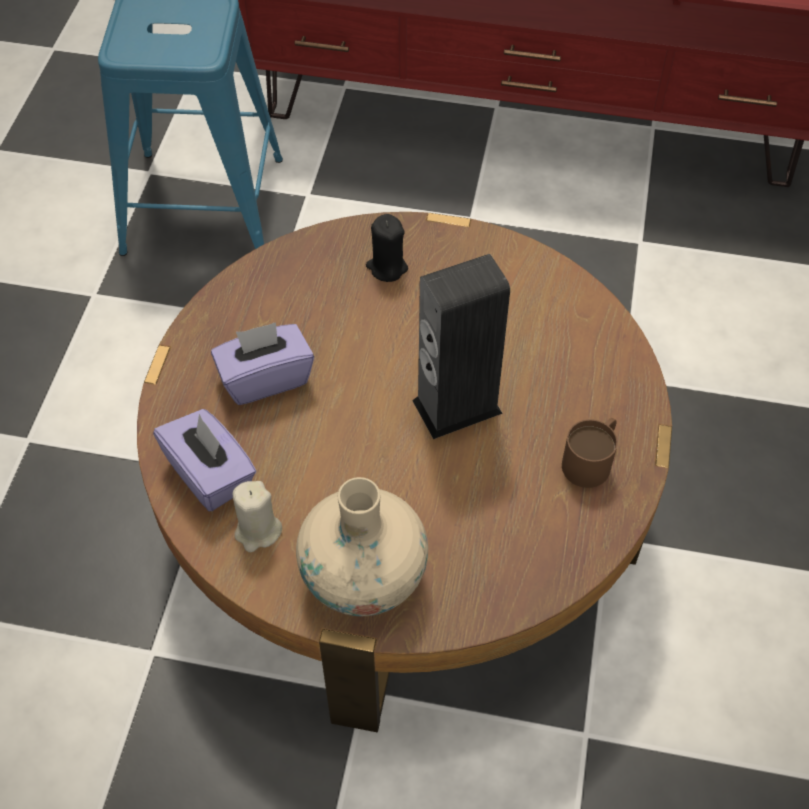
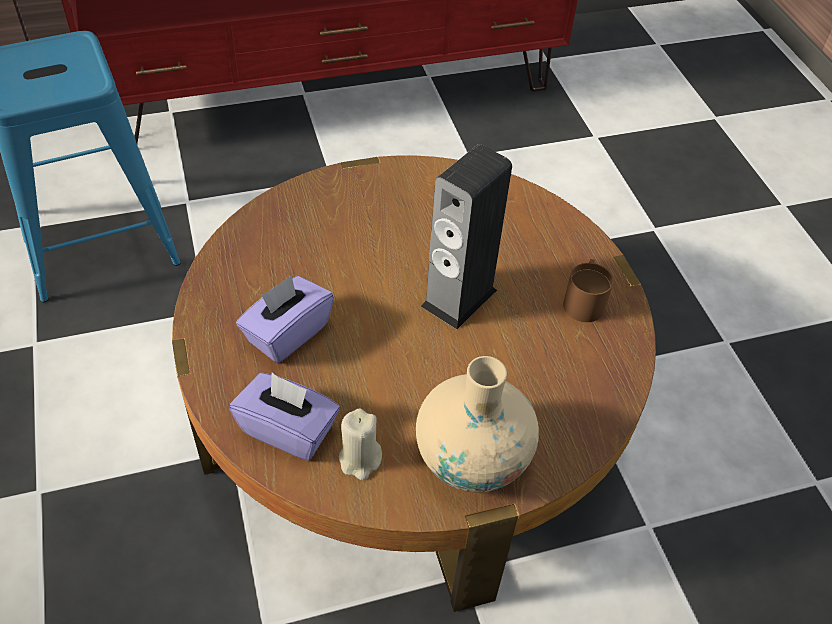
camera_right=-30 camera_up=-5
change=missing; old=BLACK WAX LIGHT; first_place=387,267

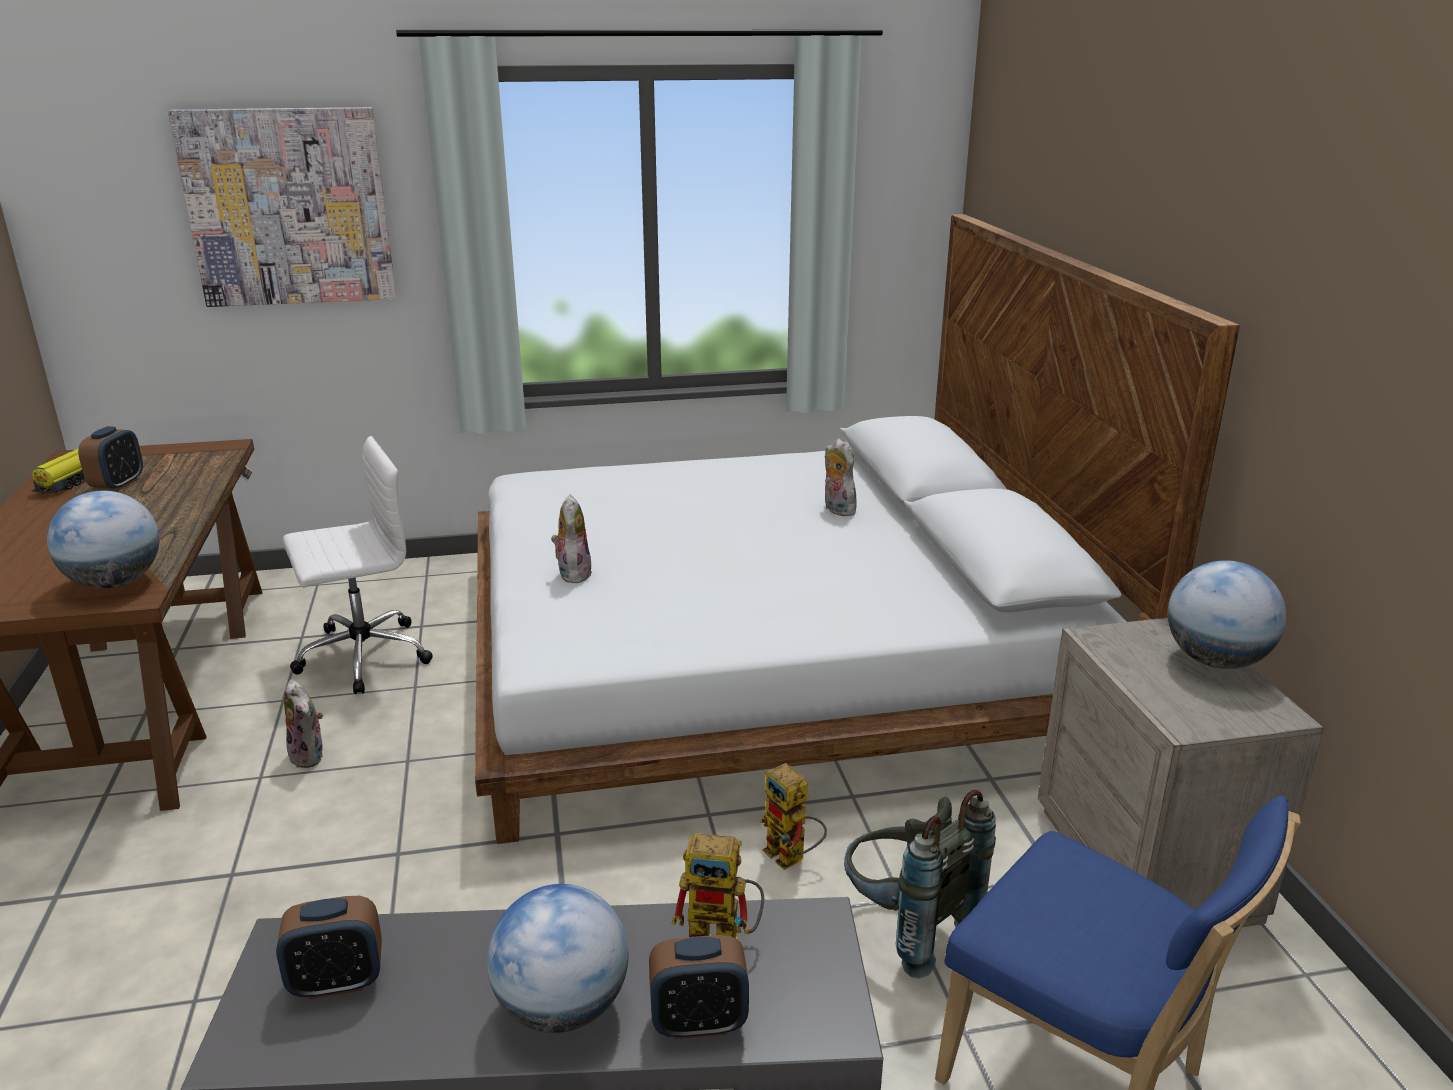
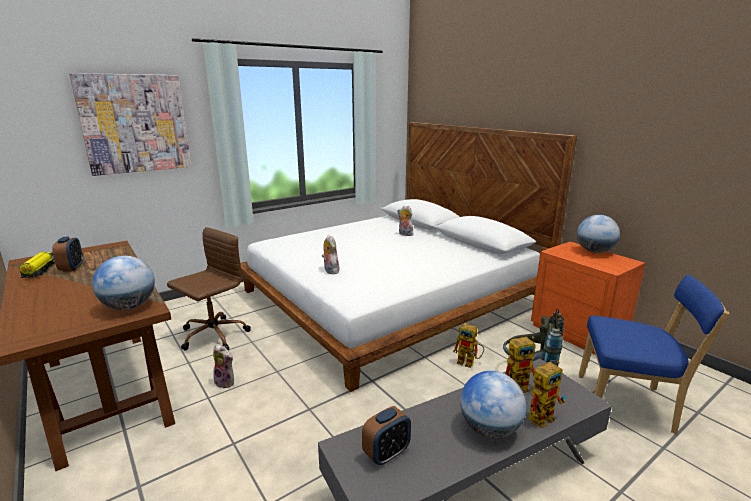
camera_right=-25 camera_up=-5
change=colour; old=WHITE COMPUTER CHAIR; new=BROWN COMPUTER CHAIR; first_place=361,656; second_place=212,335
change=exchanged; old=TABLE CLOCK; new=TOY ROBOT; first_place=699,1022; second_place=543,415
change=colour; old=BEIGE-COLOURED NIGHTSTAND; new=ORANGE-COLOURED NIGHTSTAND; first_place=1148,864; second_place=578,332

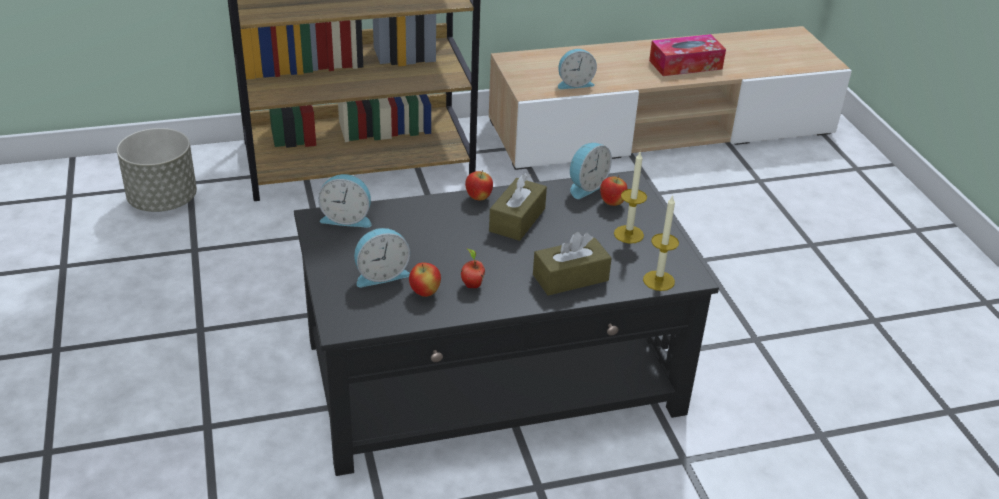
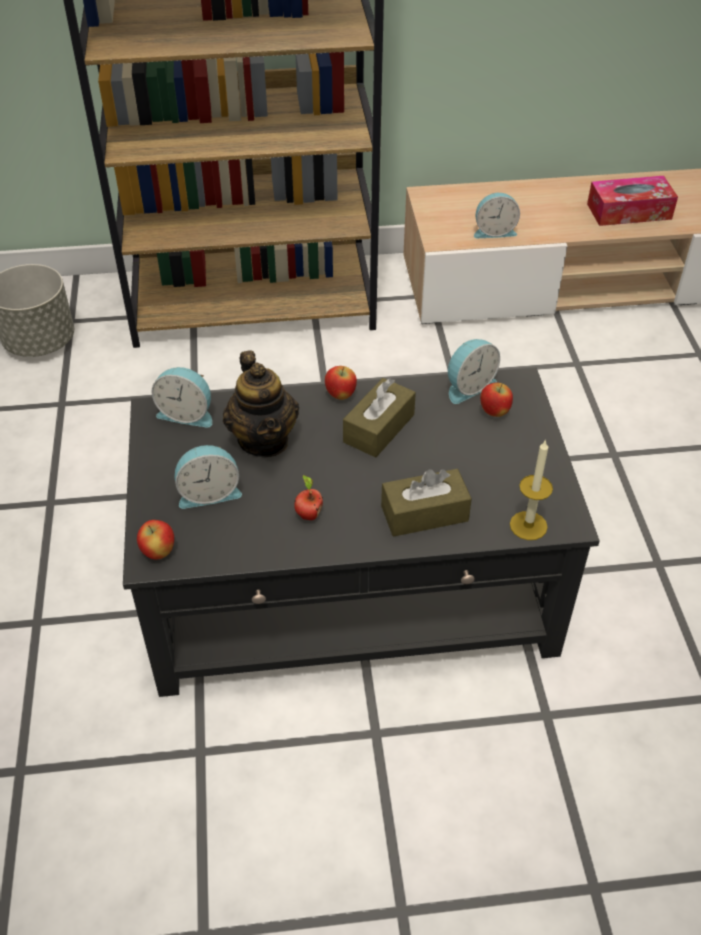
camera_right=10 camera_up=10
change=relocated; old=APPLE FRUIT; first_place=425,292; second_place=158,552
change=appeared; new=TEAPOT; second_place=264,440
change=missing; old=WAX LIGHT; first_place=628,234

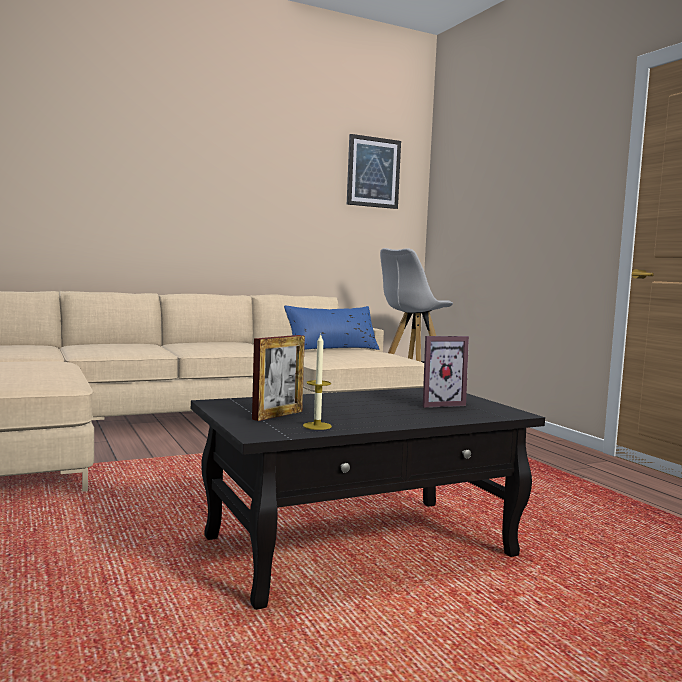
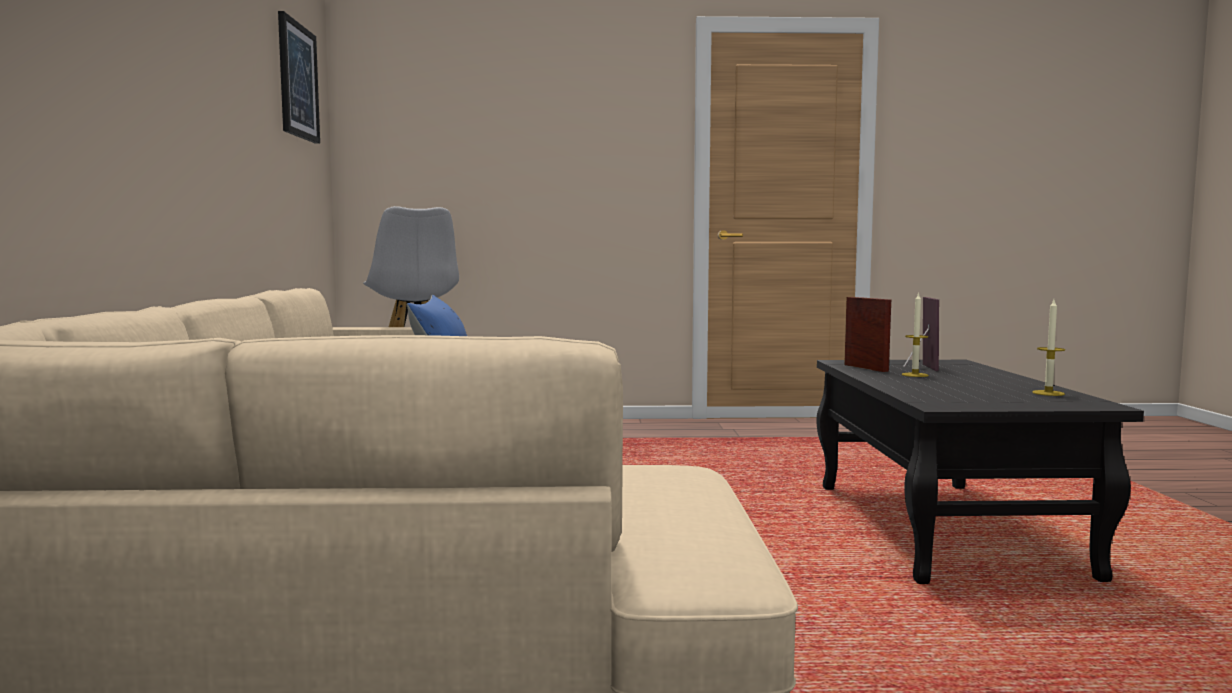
camera_right=-65 camera_up=0
change=relocated; old=STANDING FRAME; first_place=277,415; second_place=866,368
change=appeared; new=WAX LIGHT; second_place=915,375

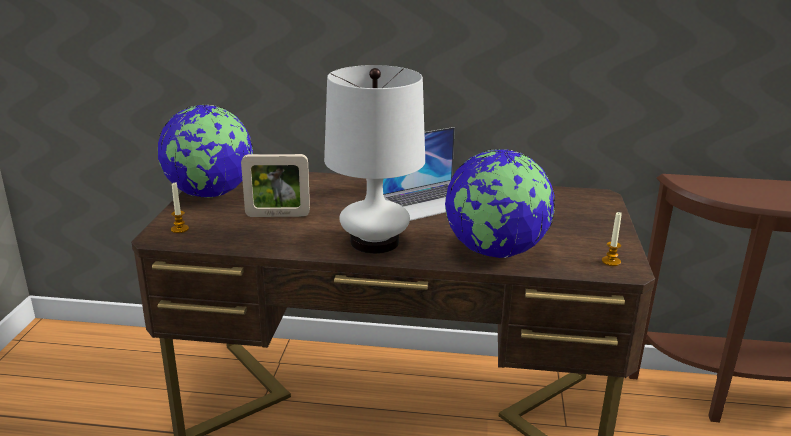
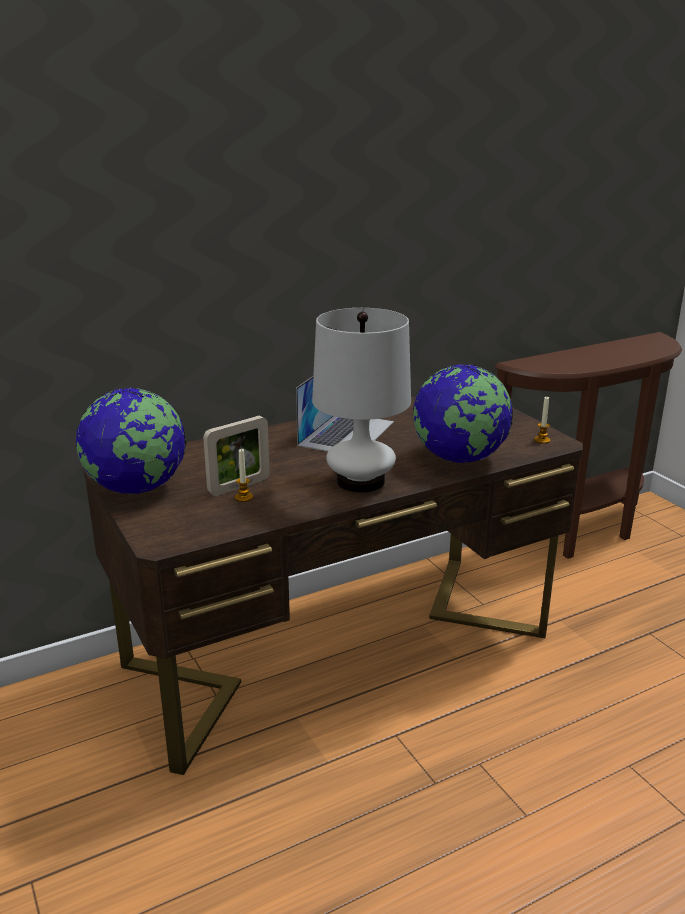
camera_right=-35 camera_up=0
change=relocated; old=WAX LIGHT; first_place=180,229; second_place=244,497

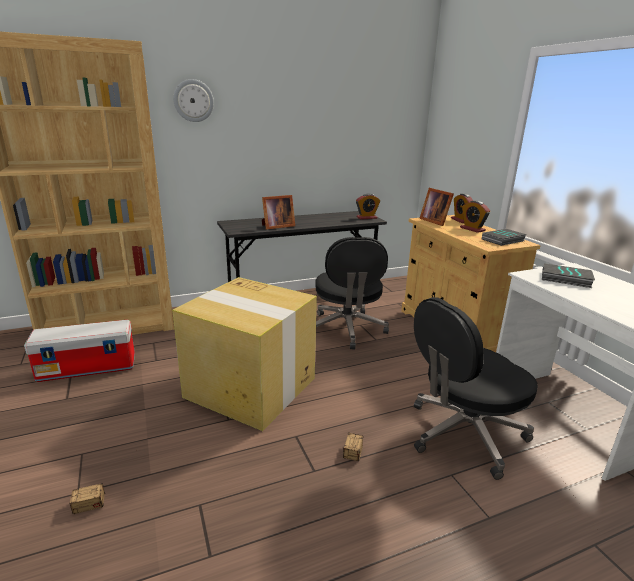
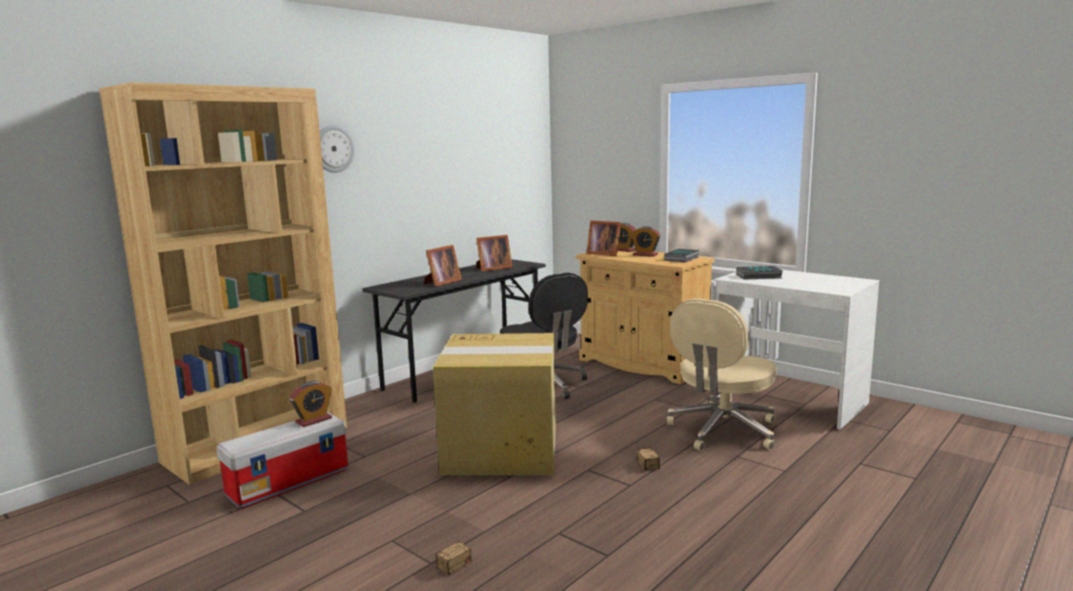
camera_right=-25 camera_up=-10
change=relocated; old=TABLE CLOCK; first_place=367,217; second_place=313,420
change=appeared; new=STANDING FRAME; second_place=492,268
change=colour; old=BLACK COMPUTER CHAIR; new=BEIGE-COLOURED COMPUTER CHAIR; first_place=463,434; second_place=722,431

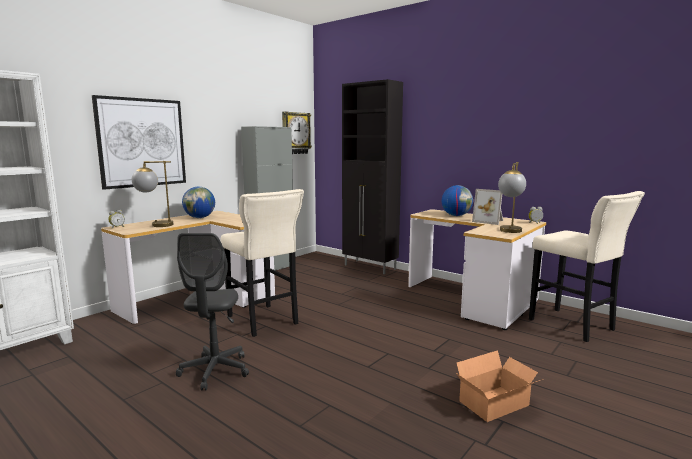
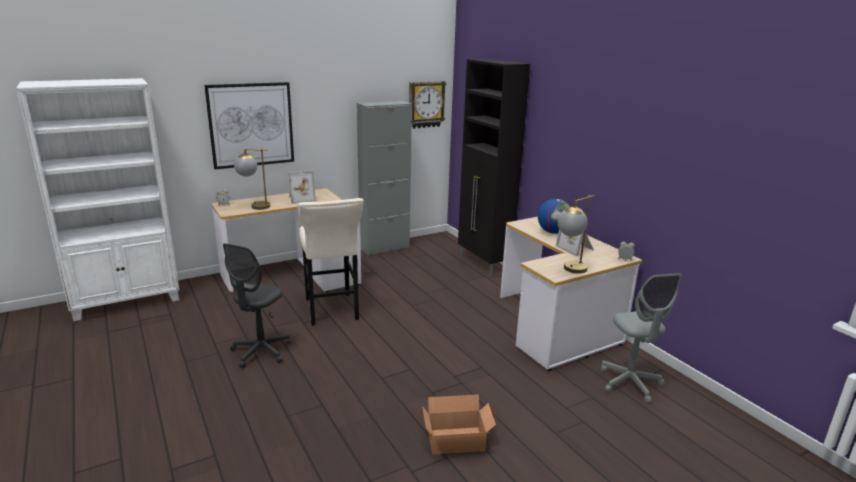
camera_right=20 camera_up=10
change=exchanged; old=GLOBE; new=STANDING FRAME; first_place=200,217; second_place=300,199
change=exchanged; old=BEIGE-COLOURED SITTING STOOL; new=GREYISH COMPUTER CHAIR; first_place=574,326; second_place=630,383

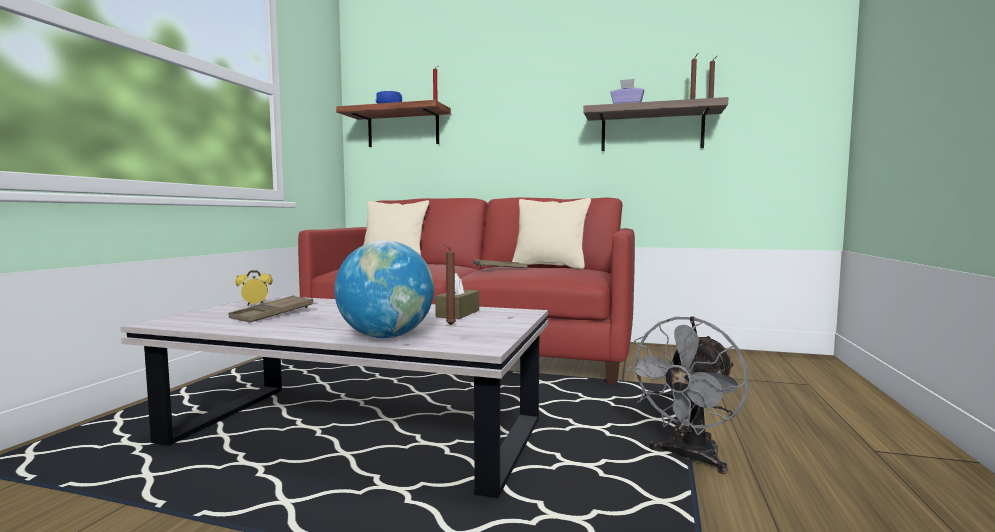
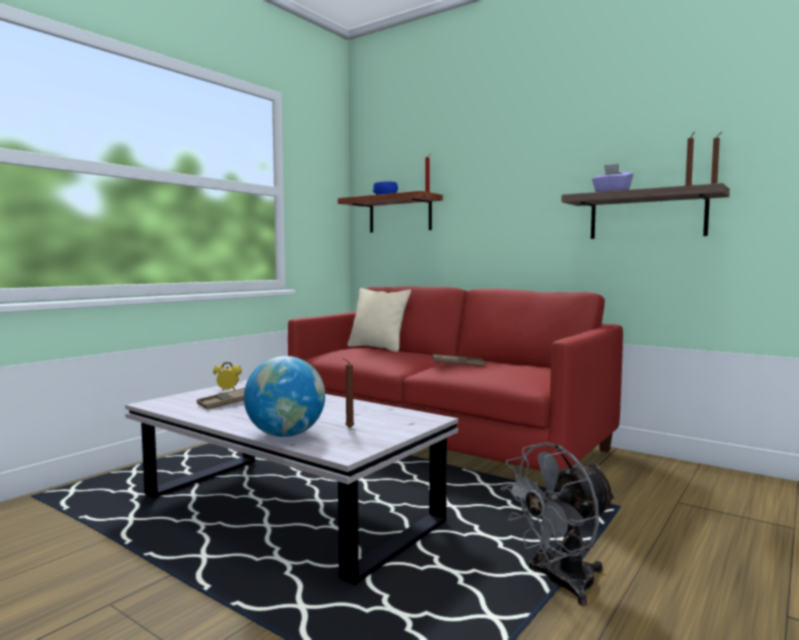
camera_right=20 camera_up=0
change=missing; old=BROWN TISSUE HOLDER; first_place=458,313
change=missing; old=BEIGE-COLOURED THROW PILLOW; first_place=550,266

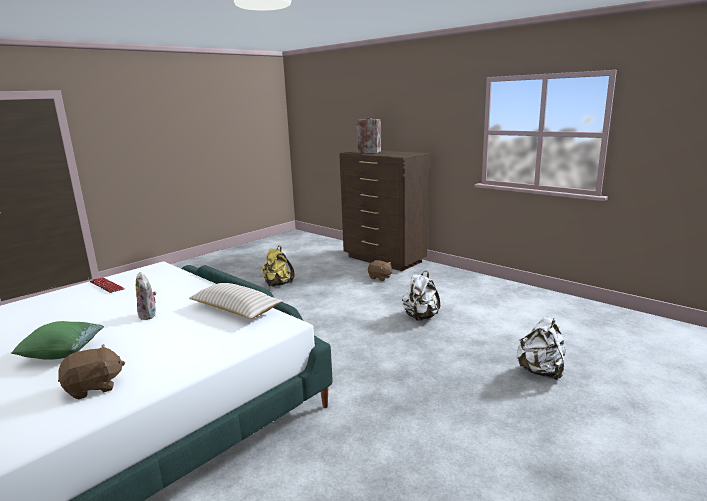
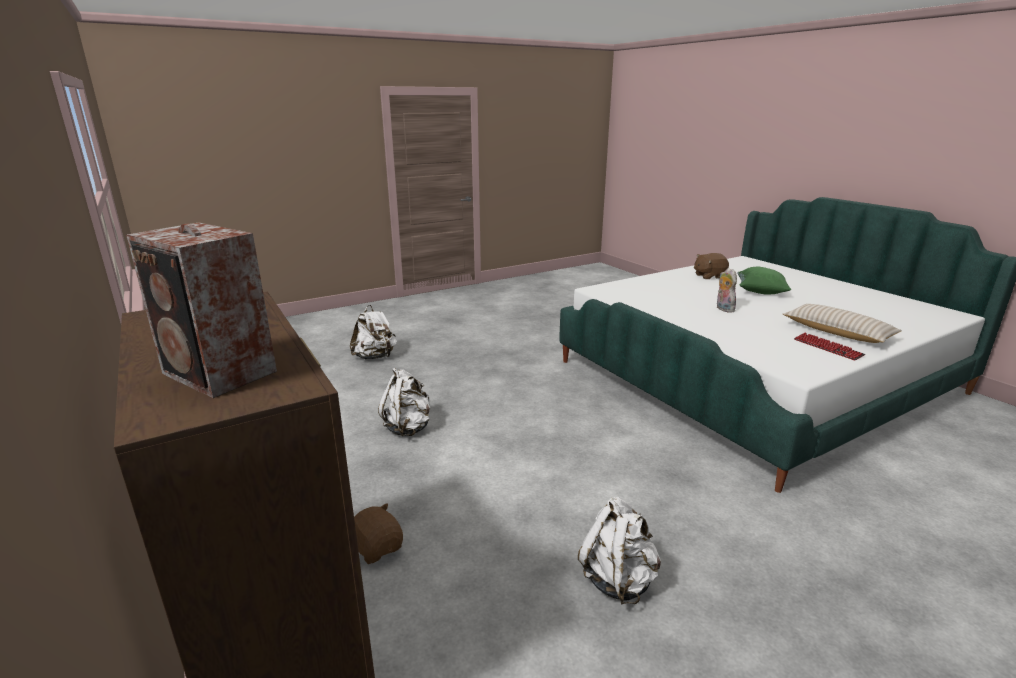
camera_right=-165 camera_up=5
change=colour; old=YELLOW-COLOURED KNAPSACK; new=WHITE KNAPSACK; first_place=278,284; second_place=618,579
change=relocated; old=BEIGE-COLOURED THROW PILLOW; first_place=236,309; second_place=837,332

